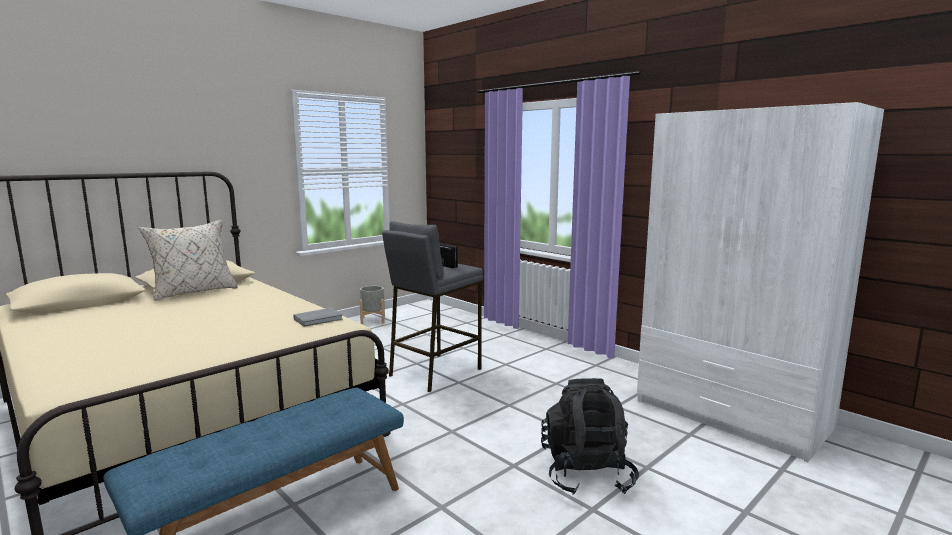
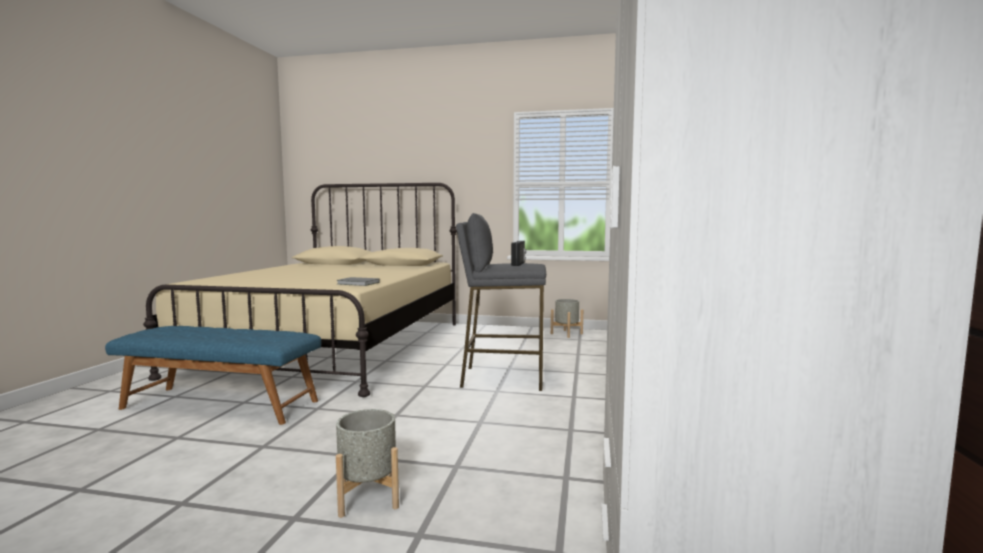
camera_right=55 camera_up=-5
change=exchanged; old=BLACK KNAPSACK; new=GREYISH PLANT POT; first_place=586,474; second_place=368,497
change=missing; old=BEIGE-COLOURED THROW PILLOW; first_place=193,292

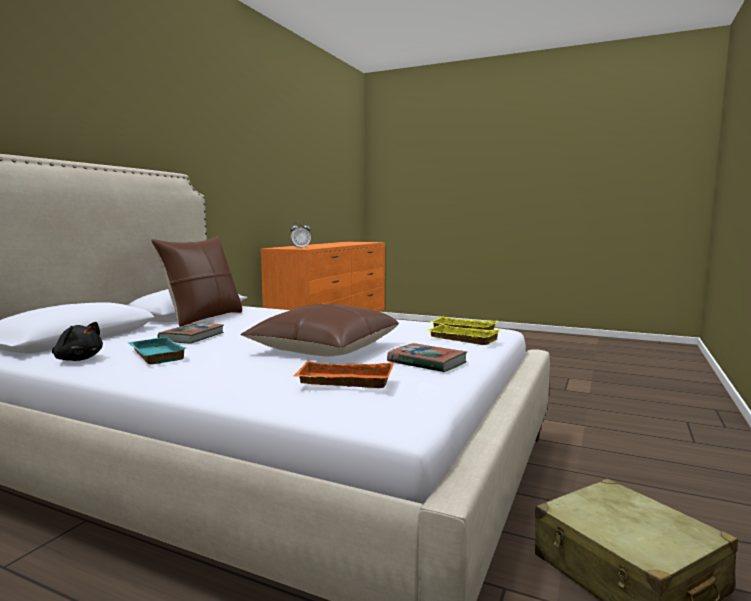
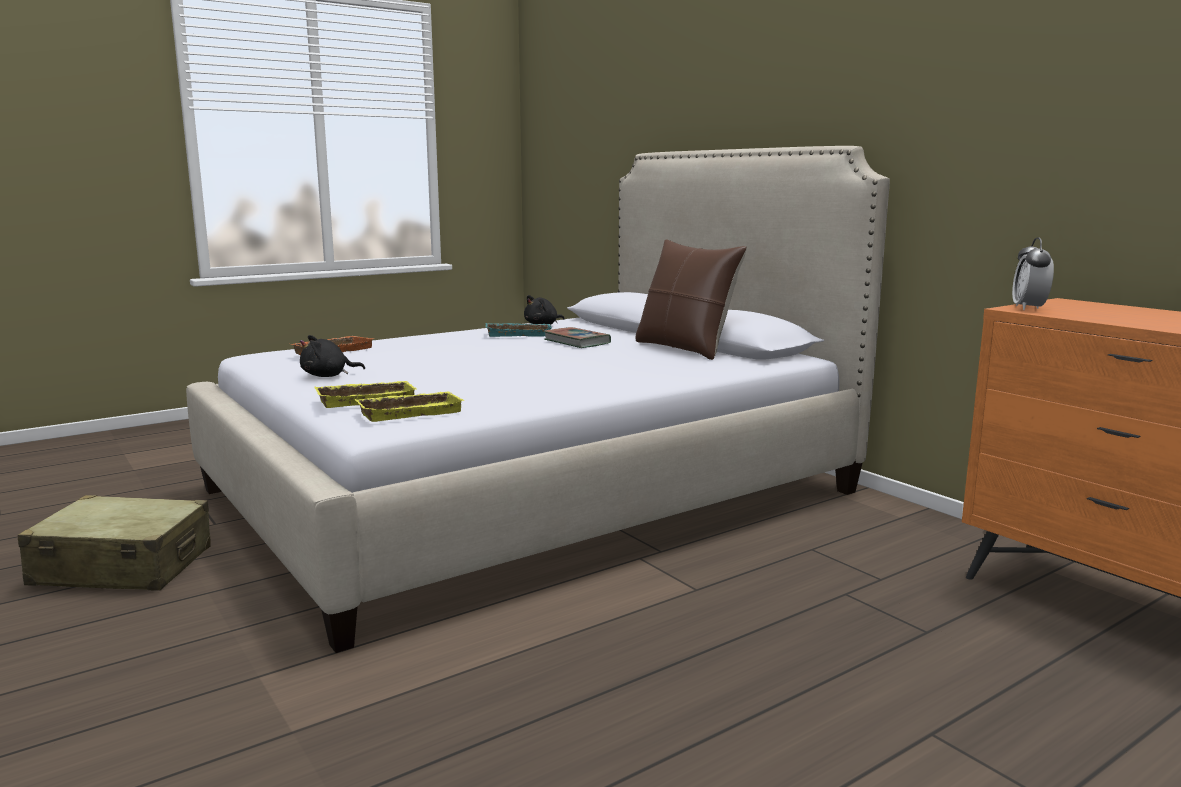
camera_right=120 camera_up=5
change=exchanged; old=VOLUME; new=BLACK PLUSH TOY; first_place=426,362; second_place=328,376
change=missing; old=BROWN THROW PILLOW; first_place=324,348

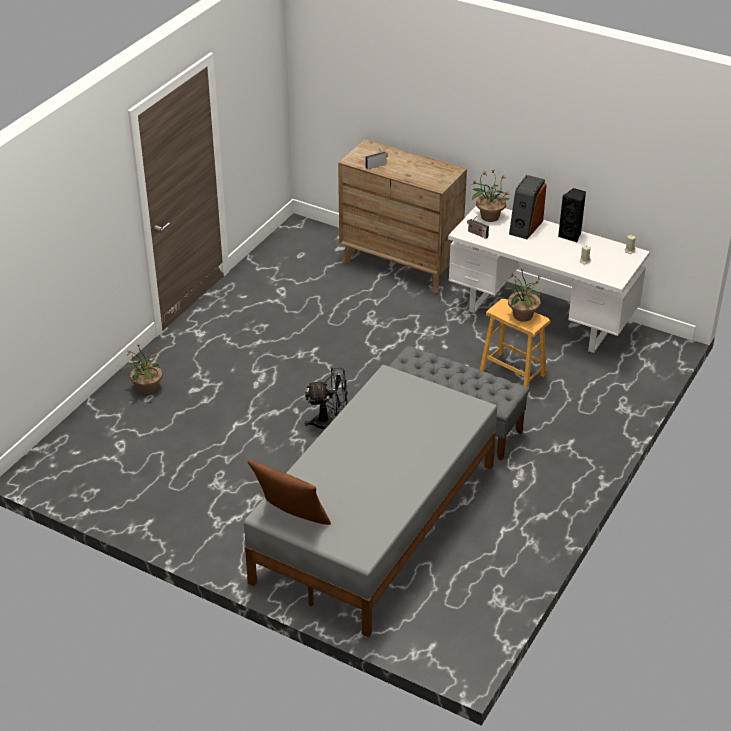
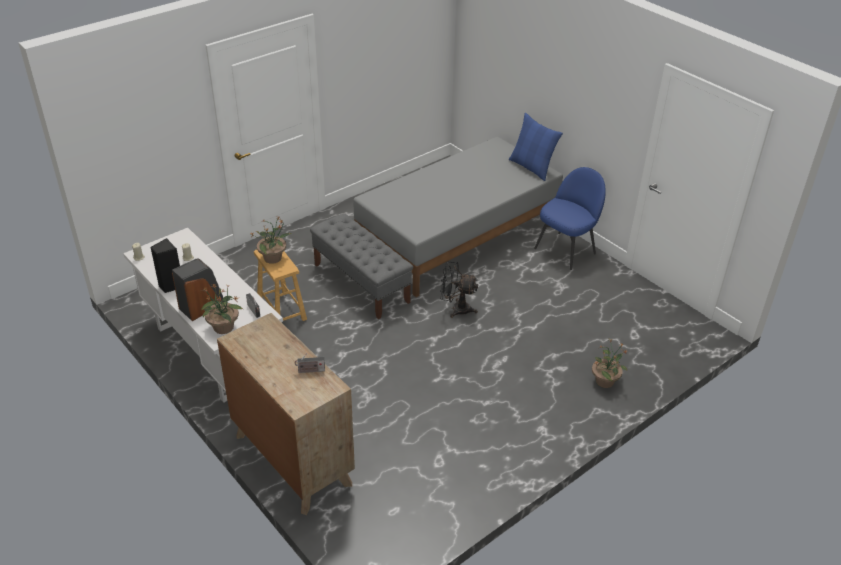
camera_right=-160 camera_up=0
change=colour; old=BROWN THROW PILLOW; new=BLUISH THROW PILLOW; first_place=291,517; second_place=531,167
change=appeared; new=BLUISH UPRIGHT CHAIR; second_place=566,250

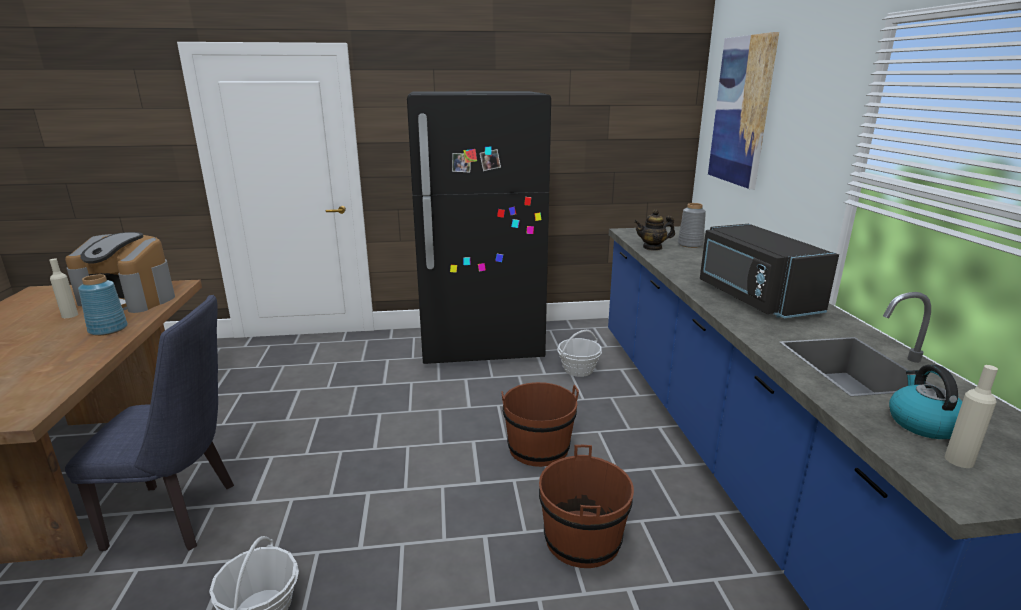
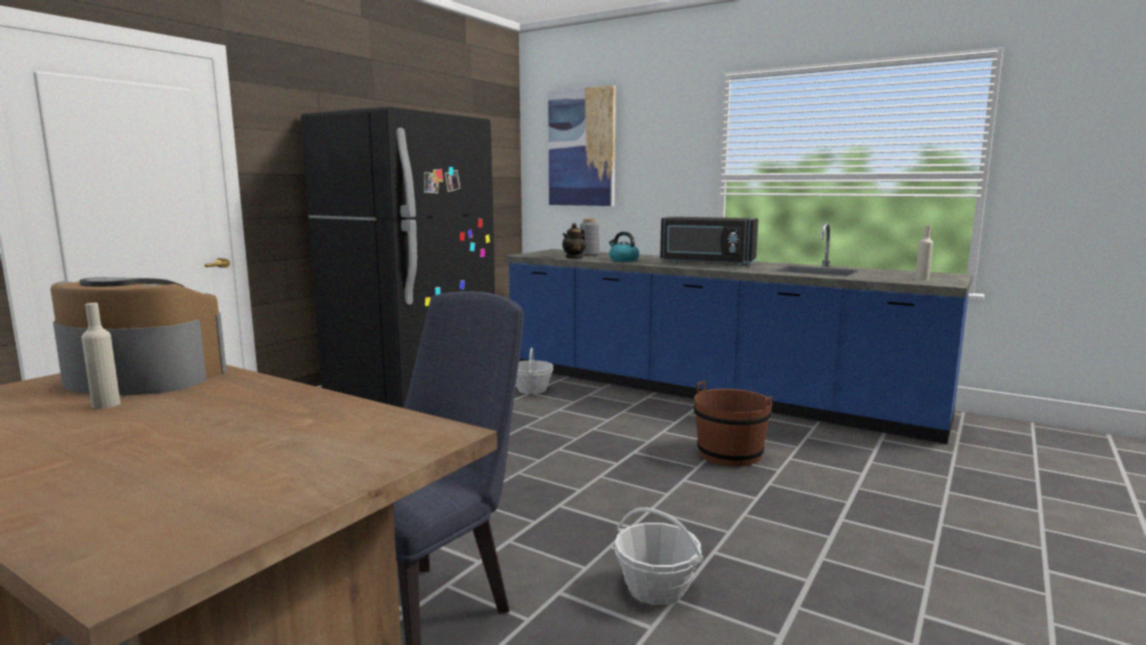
camera_right=-50 camera_up=-10
change=spun; old=COFFEE MACHINE; first_place=130,299; second_place=142,378; degrees=-135
change=relocated; old=TEA KETTLE; first_place=922,423; second_place=623,260
change=missing; old=BLUISH FLOWER VASE; first_place=108,330
change=missing; old=BROWN BUCKET; first_place=538,448

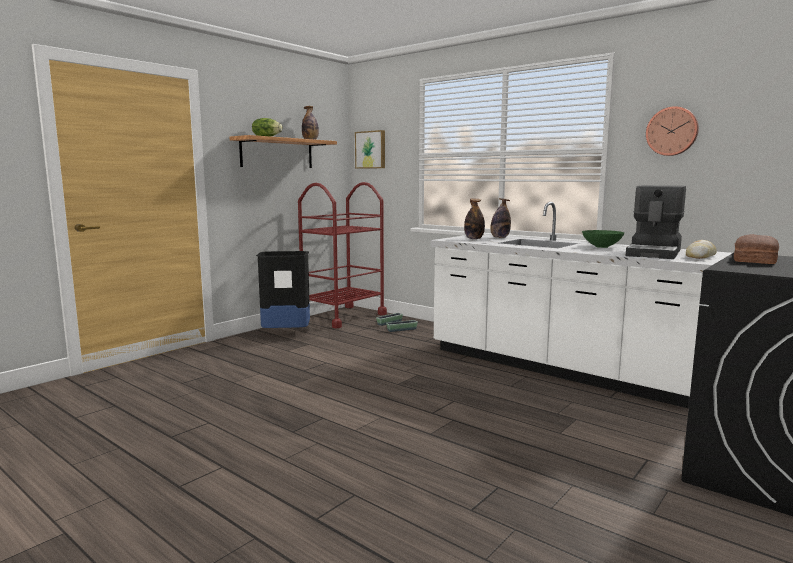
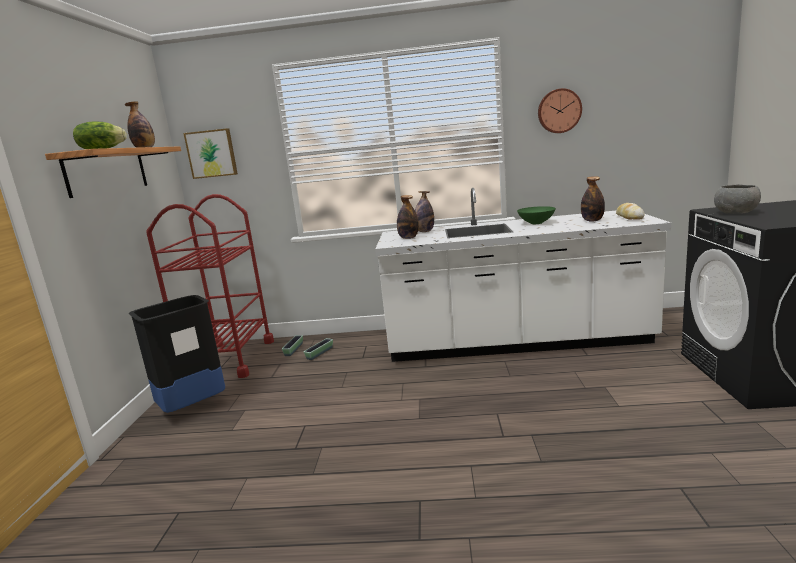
camera_right=-35 camera_up=5
change=exchanged; old=COFFEE MACHINE; new=BEVERAGE BOTTLE; first_place=655,253; second_place=592,220
change=exchanged; old=BAKED BREAD; new=GREYISH SERVING BOWL; first_place=753,259; second_place=735,213

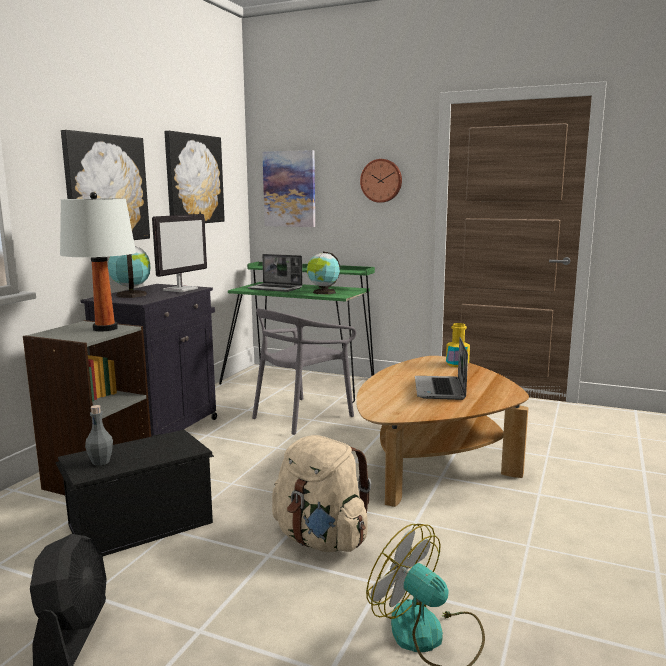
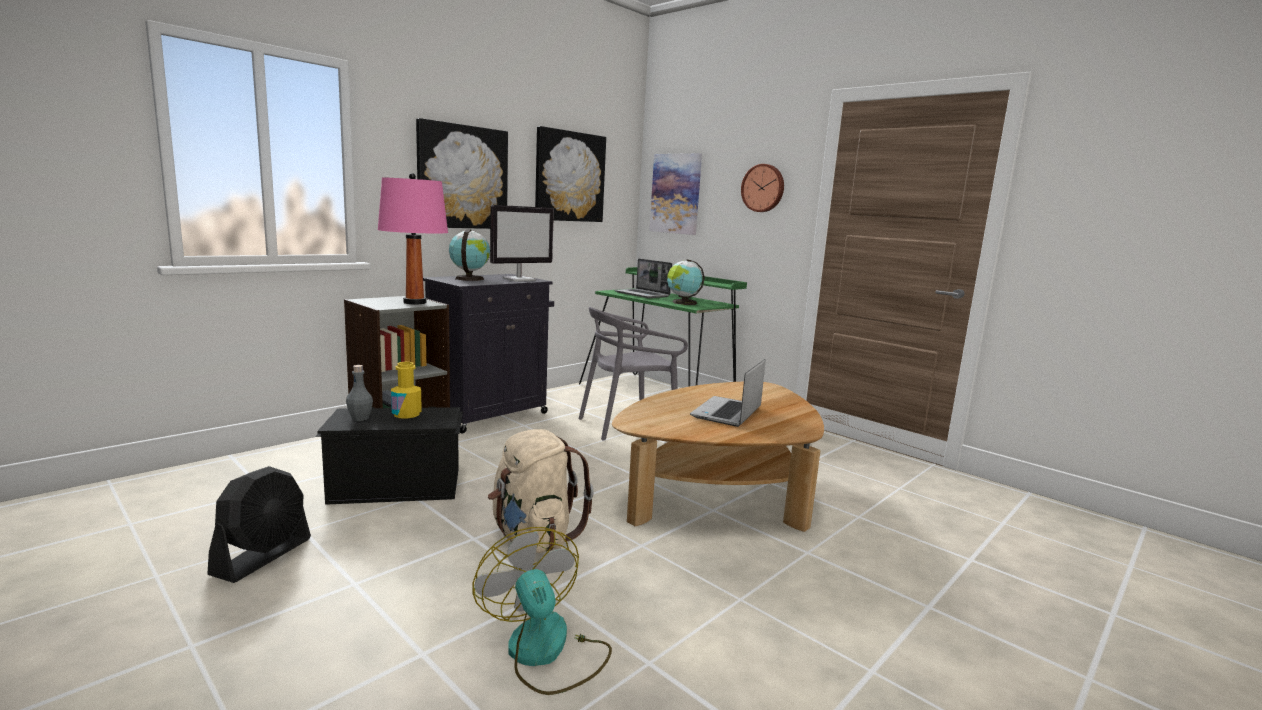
camera_right=20 camera_up=0
change=colour; old=WHITE TABLETOP LAMP; new=PINK-COLOURED TABLETOP LAMP; first_place=105,328; second_place=414,302
change=relocated; old=YELLOW-COLOURED BEVERAGE BOTTLE; first_place=457,364; second_place=406,414

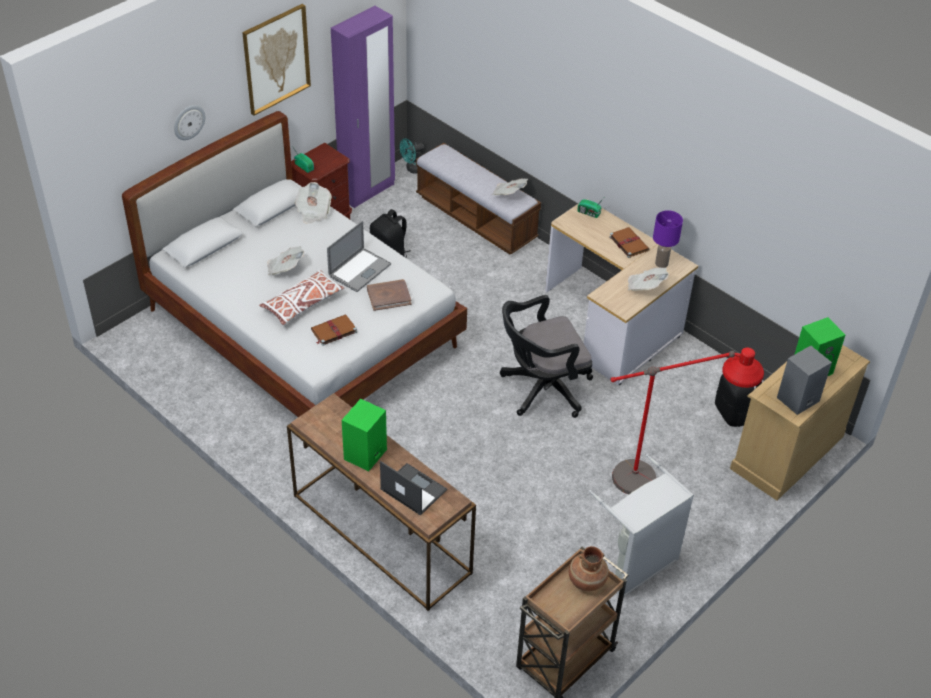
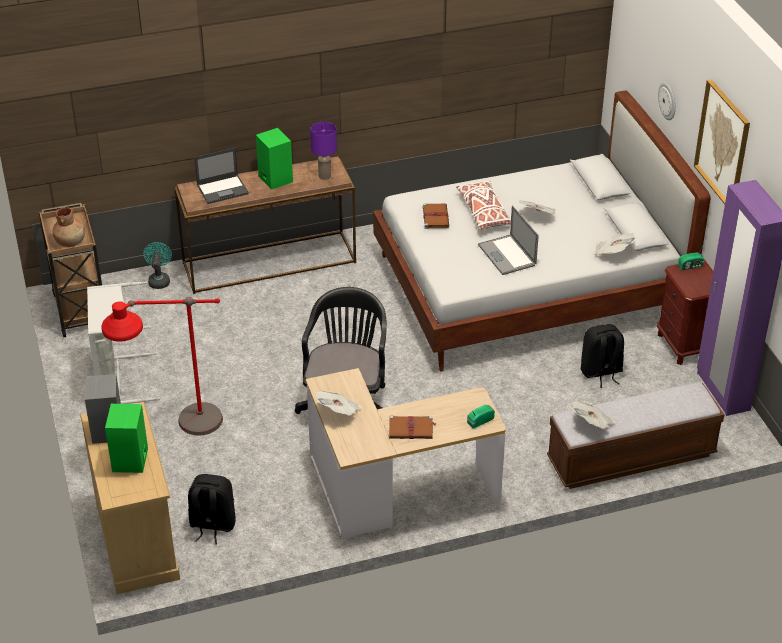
camera_right=120 camera_up=-5
change=relocated; old=TURQUOISE-COLOURED COOLING FAN; first_place=412,169; second_place=159,280
change=relocated; old=PURPLE TABLETOP LAMP; first_place=662,263; second_place=324,176
change=missing; old=BROWN VOLUME; first_place=389,296

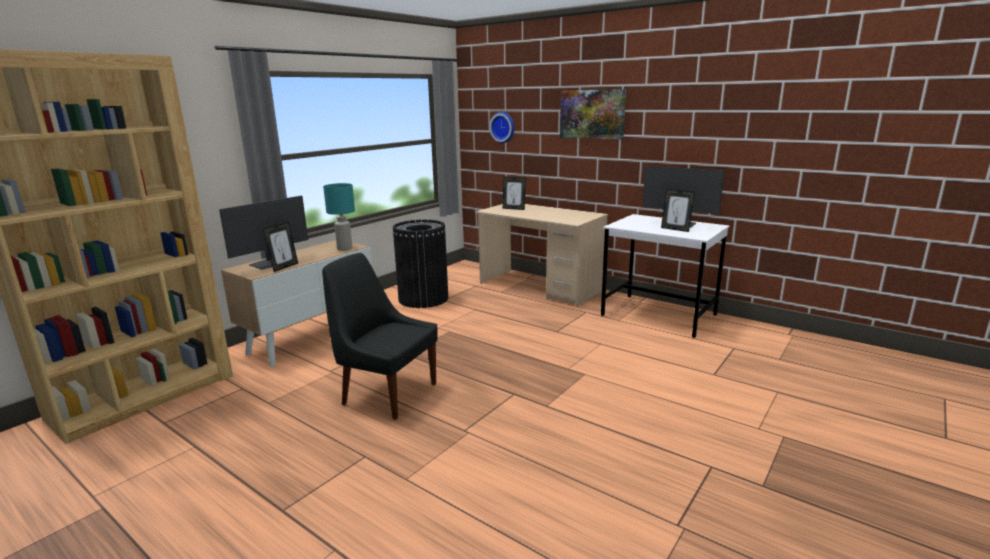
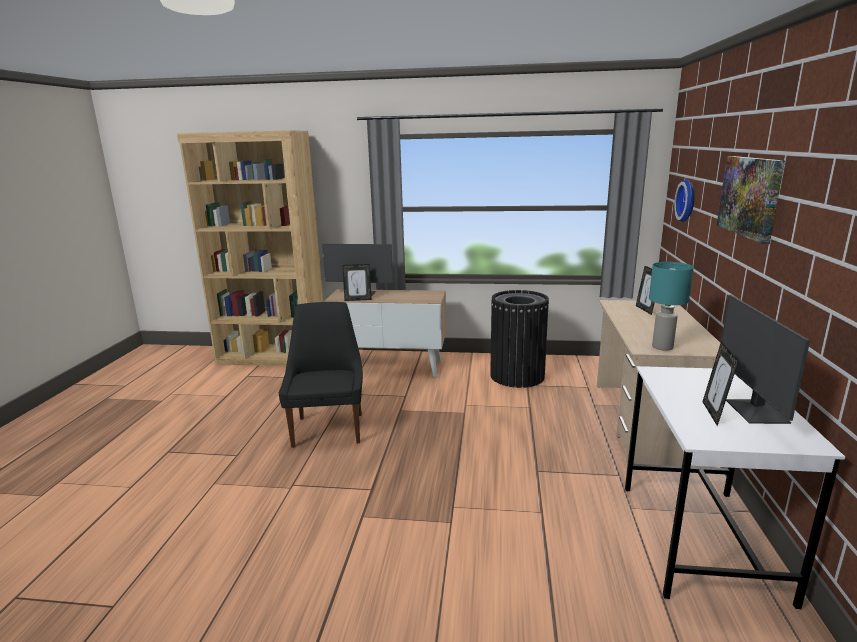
camera_right=60 camera_up=0
change=relocated; old=TURQUOISE-COLOURED TABLETOP LAMP; first_place=344,248; second_place=662,347

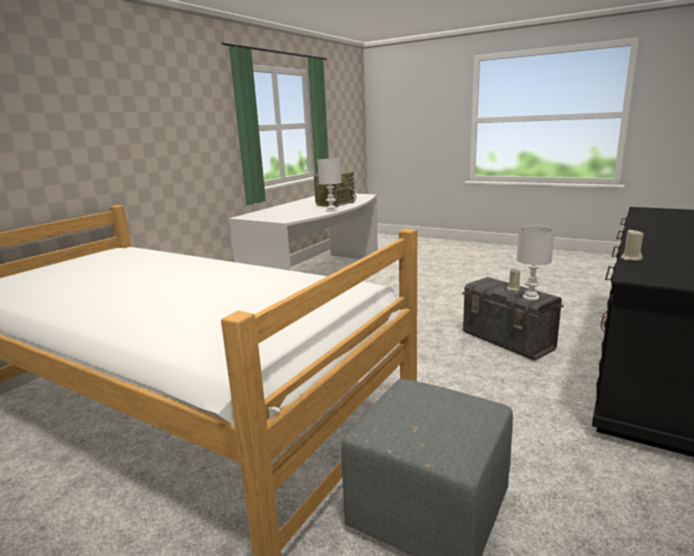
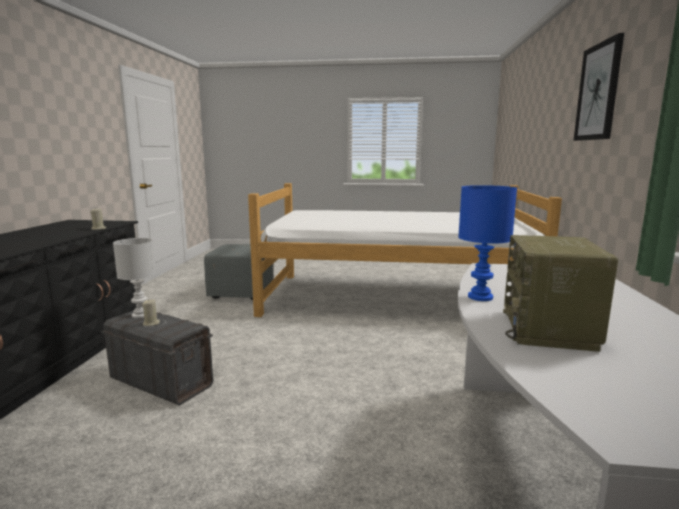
camera_right=155 camera_up=-5
change=colour; old=WHITE TABLETOP LAMP; new=BLUISH TABLETOP LAMP; first_place=331,210; second_place=480,297
change=appeared; new=WALL ART; second_place=598,92

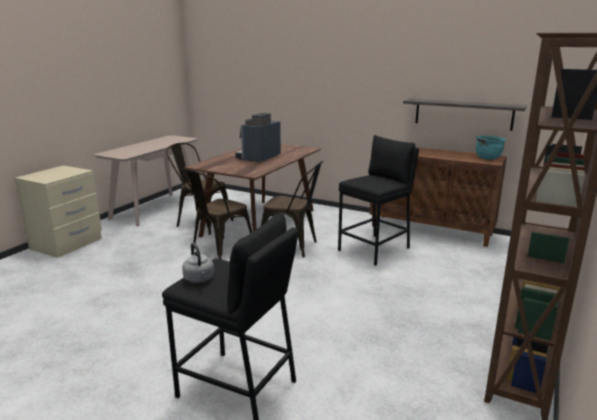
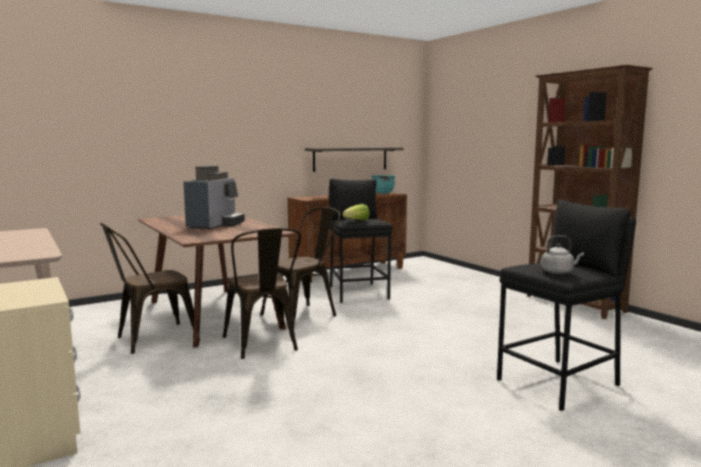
camera_right=-60 camera_up=-10
change=spun; old=COFFEE MACHINE; first_place=258,158; second_place=215,225; degrees=-135
change=appeared; new=LETTUCE HEAD; second_place=357,220

